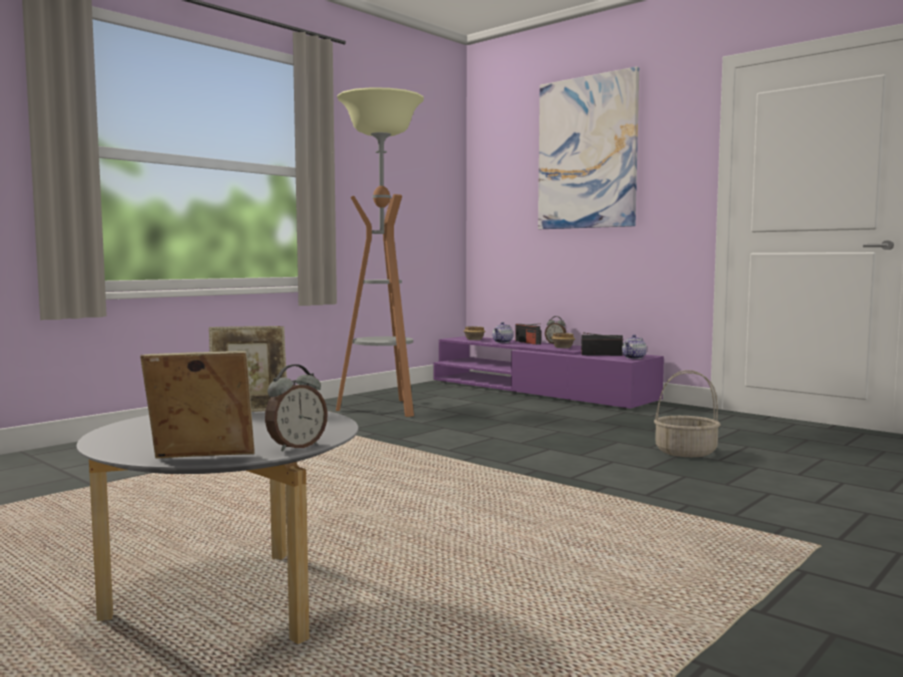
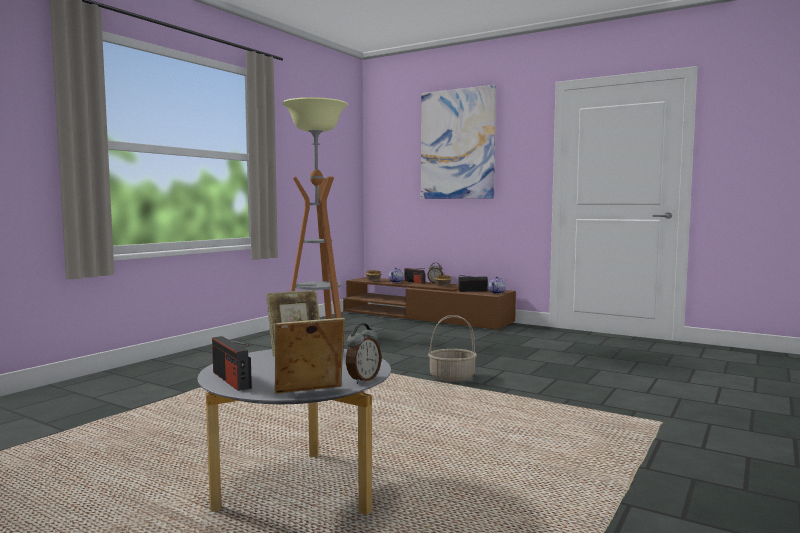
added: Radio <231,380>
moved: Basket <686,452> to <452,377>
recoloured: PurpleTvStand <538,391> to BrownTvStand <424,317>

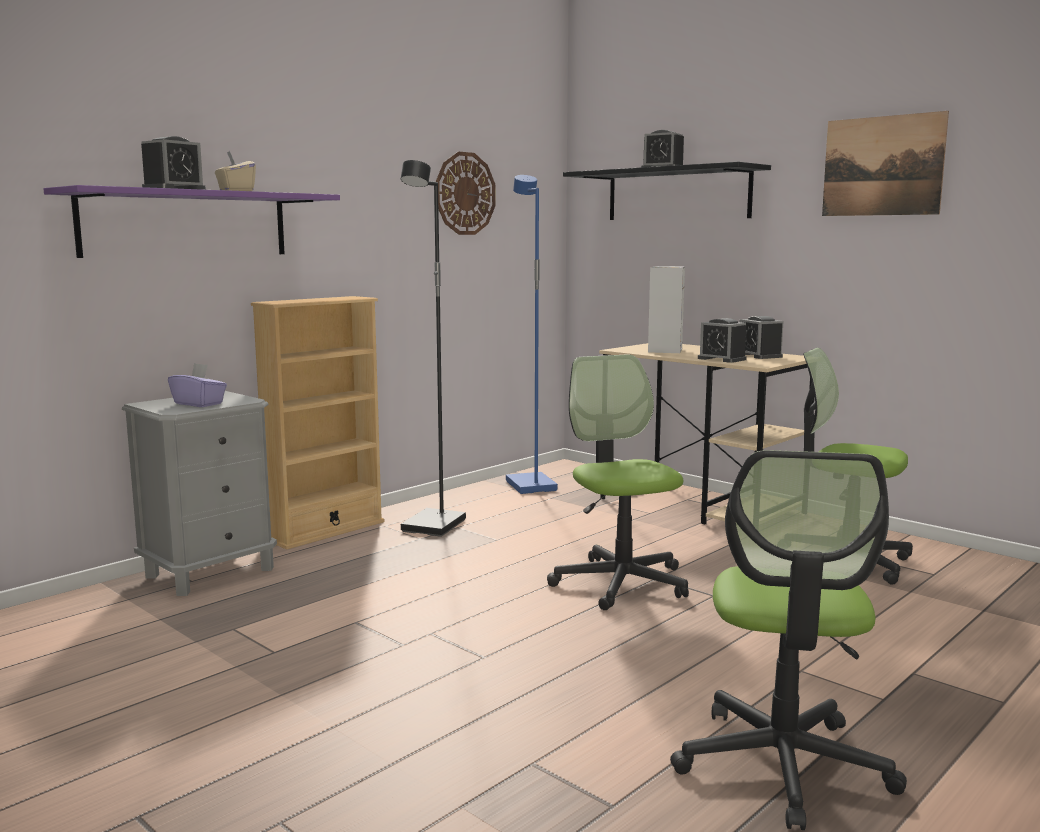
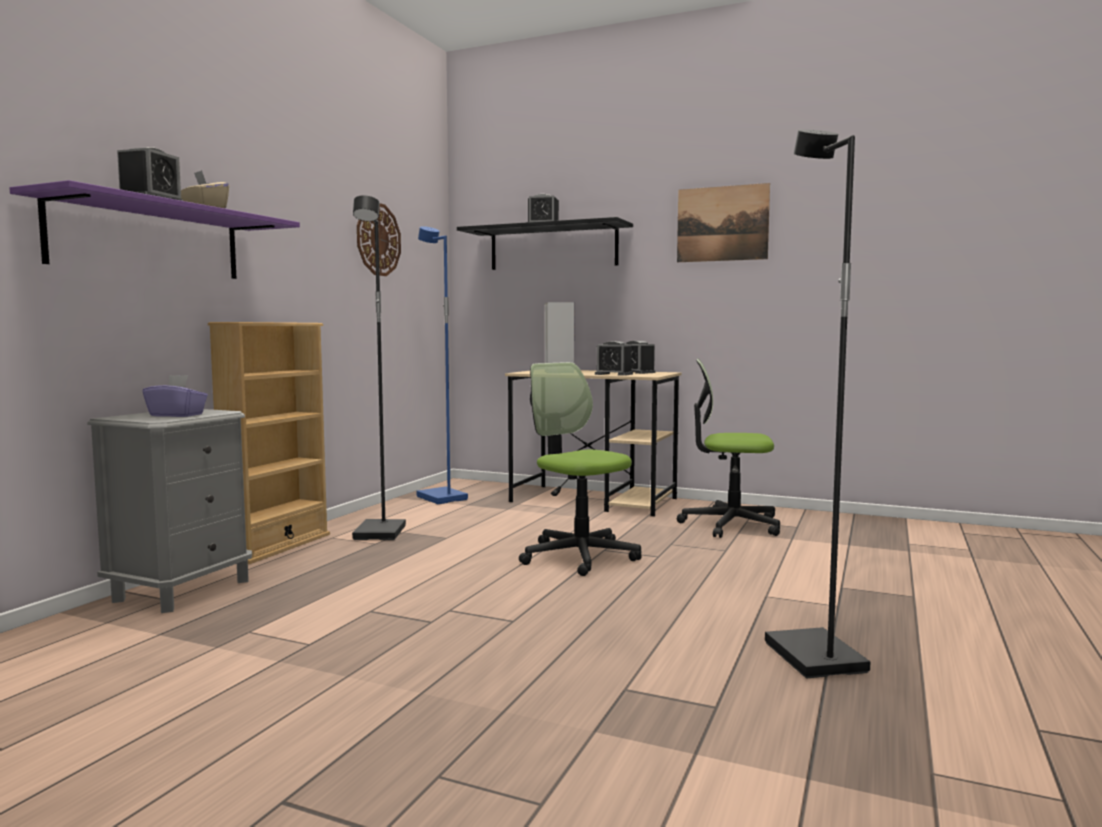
replaced: OfficeChair <783,764> to BlackFloorLamp <811,657>

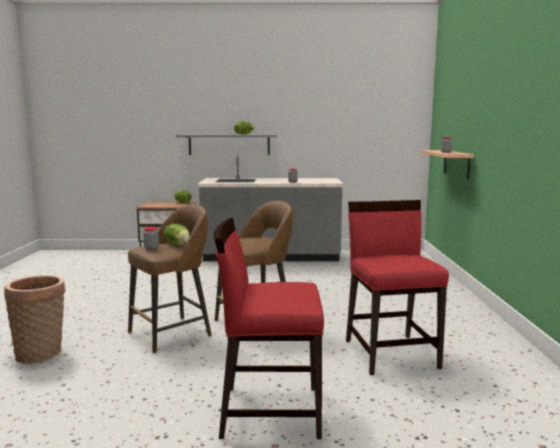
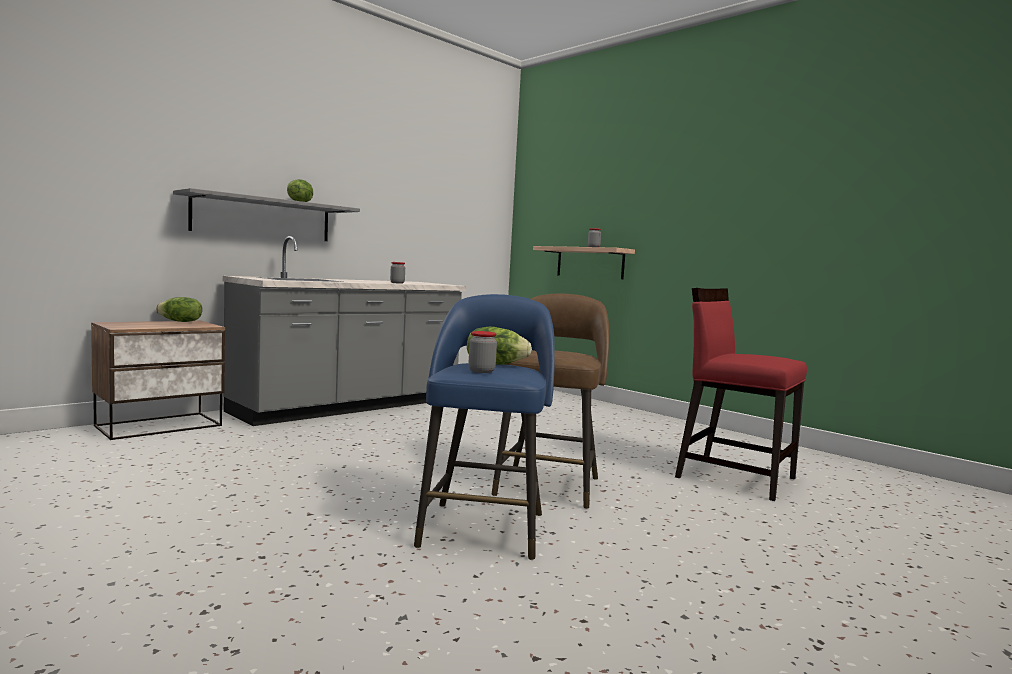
removed: RedChair <269,410>; Basket <42,353>
recoloured: BrownStool <172,333> to BlueStool <483,528>

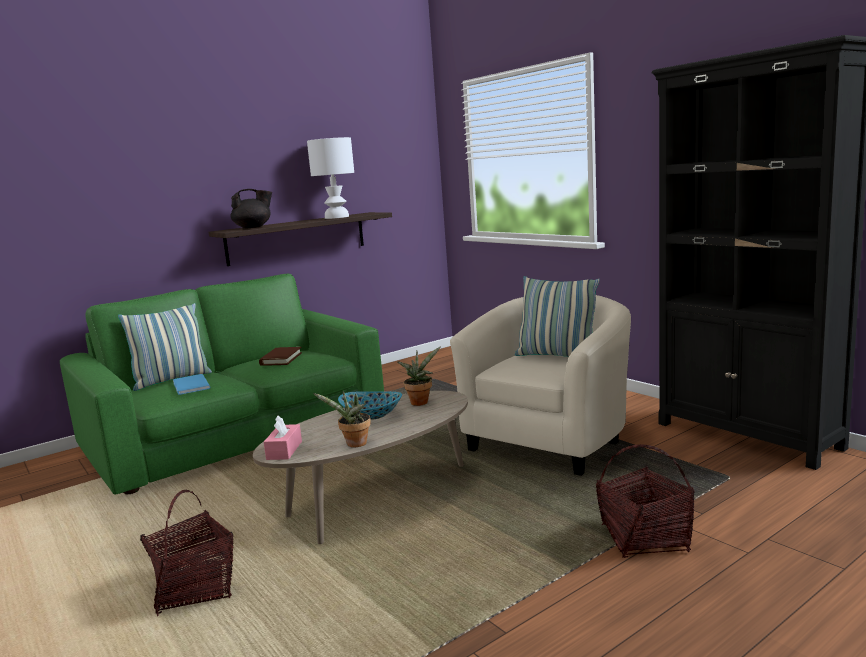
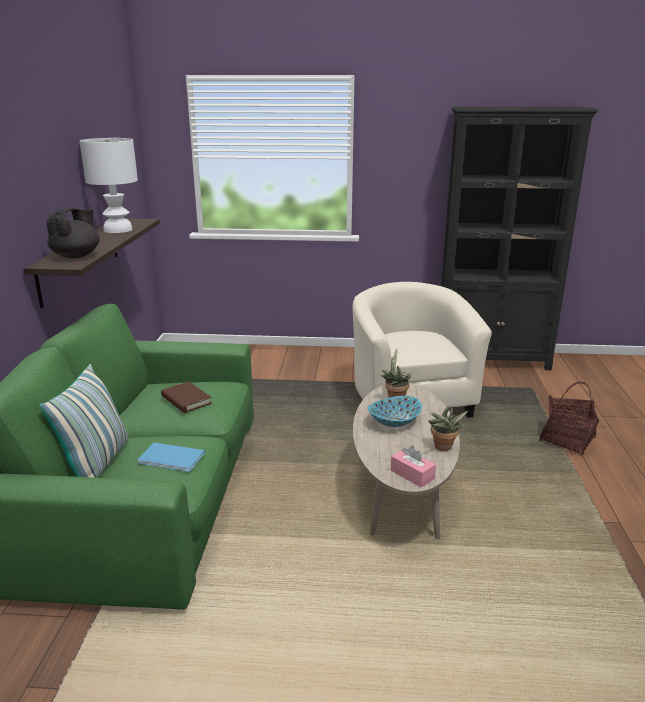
removed: Pillow <556,356>; Basket <195,589>

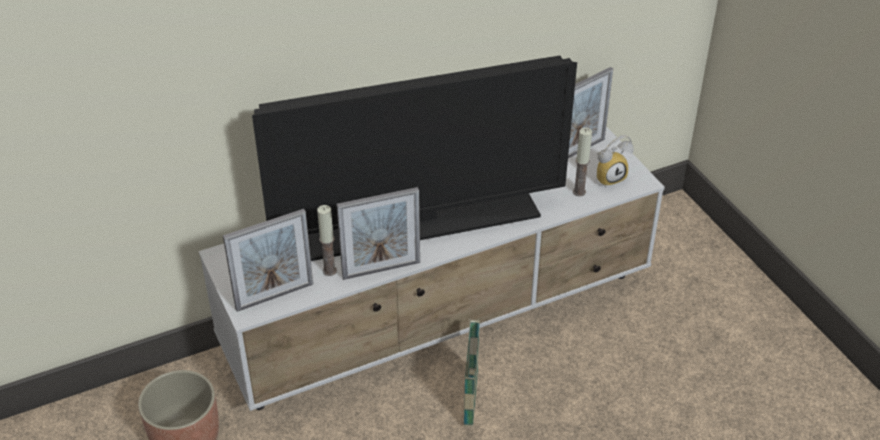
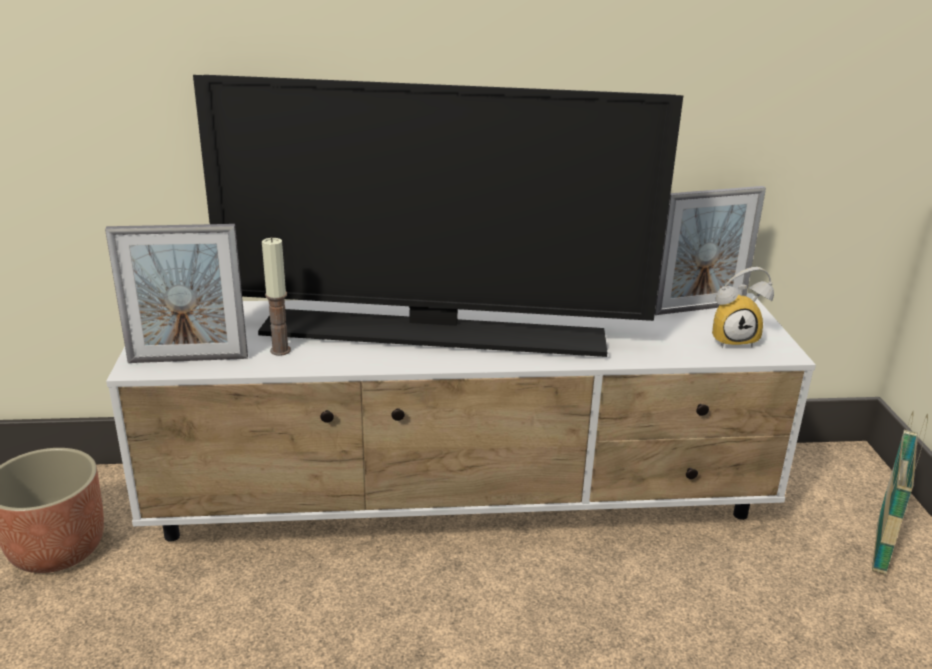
removed: Candle <579,192>; PictureFrame <381,270>
moved: Basket <470,400> to <881,547>

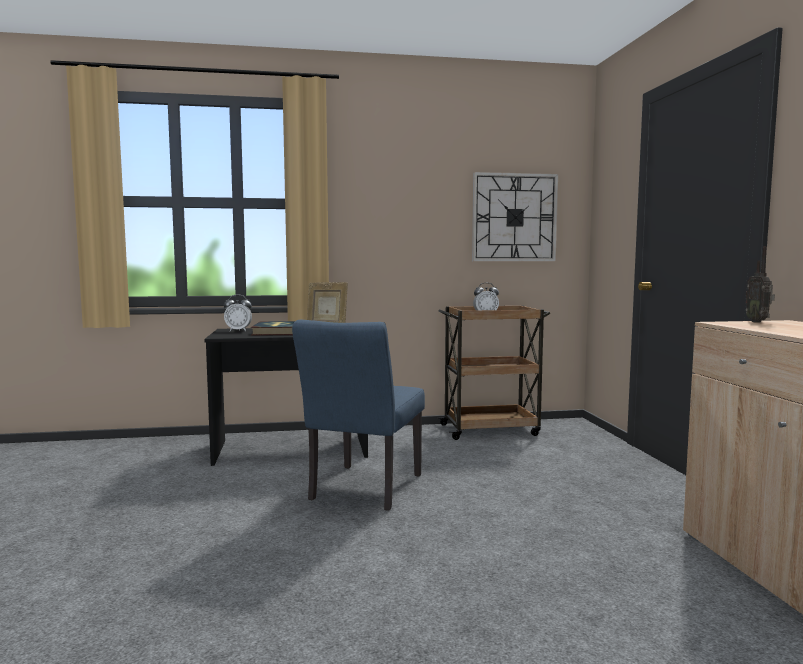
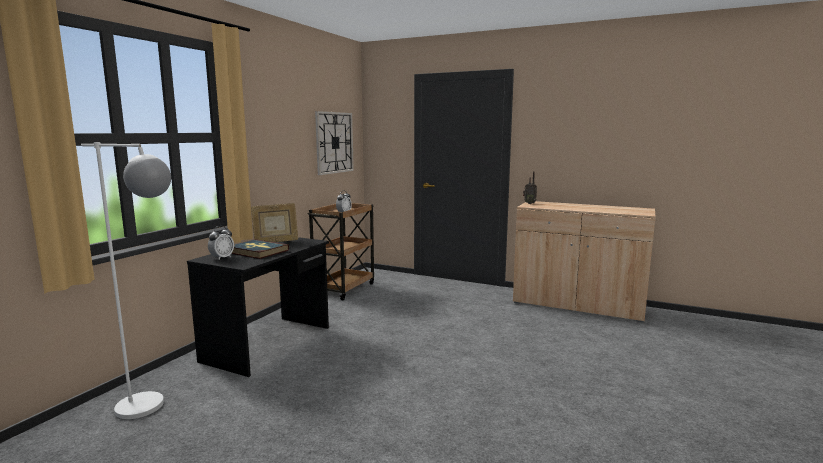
removed: BlueChair <362,490>
added: WhiteFloorLamp <154,408>

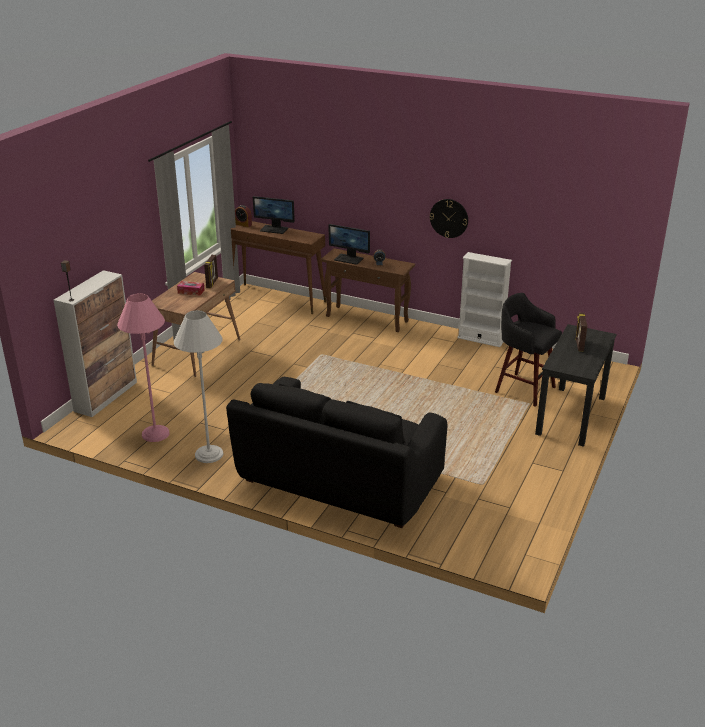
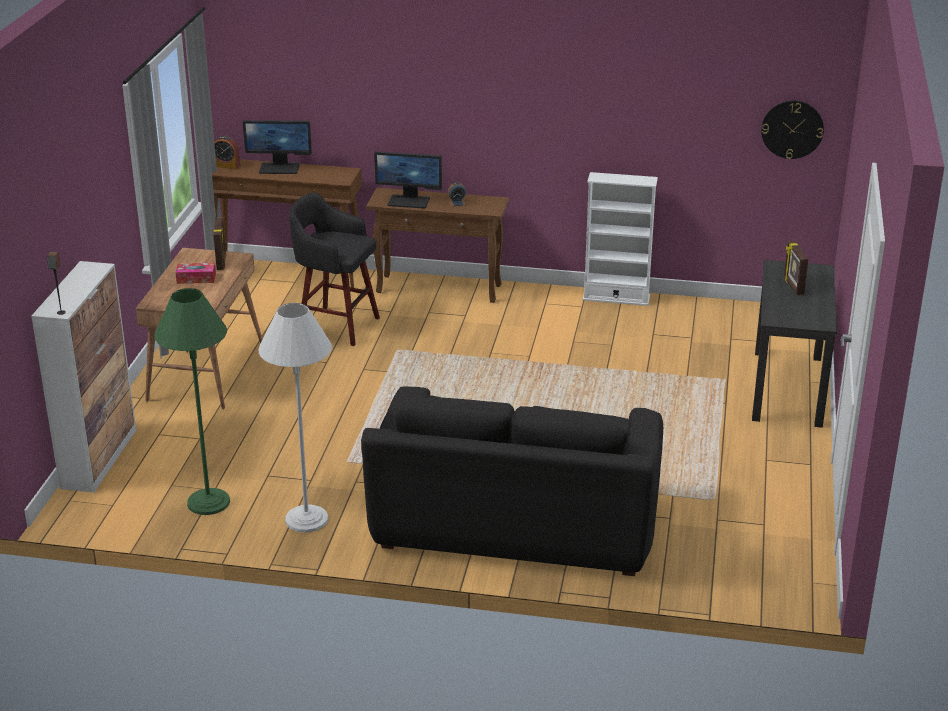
moved: WallClock <449,218> to <792,129>; BlackStool <523,389> to <336,325>
recoloured: PinkFloorLamp <155,434> to GreenFloorLamp <208,502>

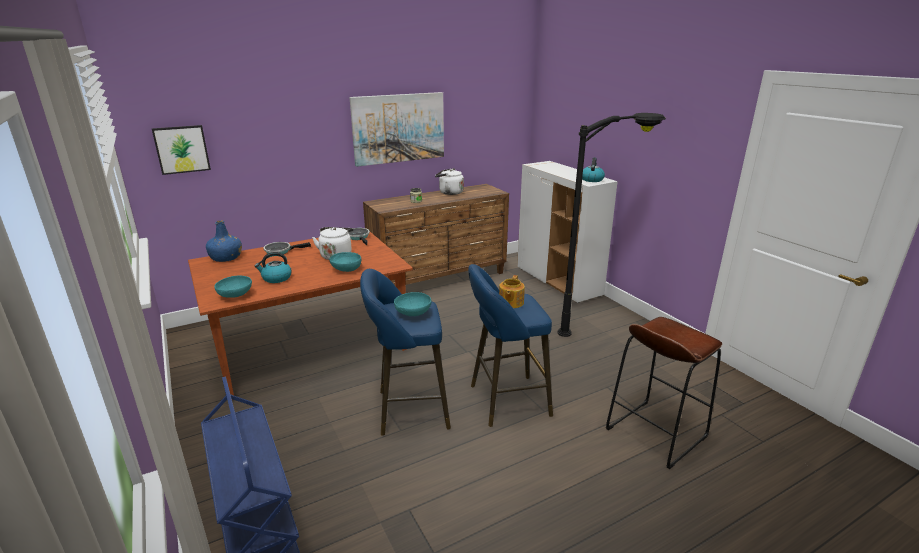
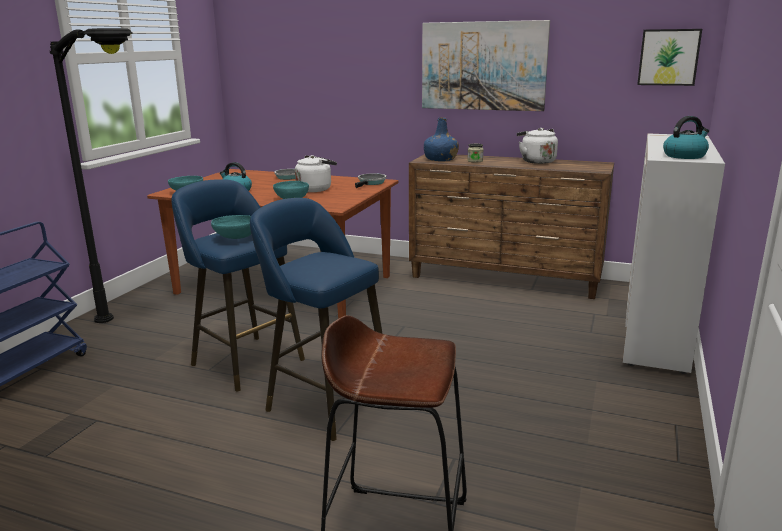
removed: Teapot <510,302>
moved: BlackFloorLamp <603,327> to <139,333>; Picture <181,149> to <668,57>; BlueBottle <226,258> to <440,159>

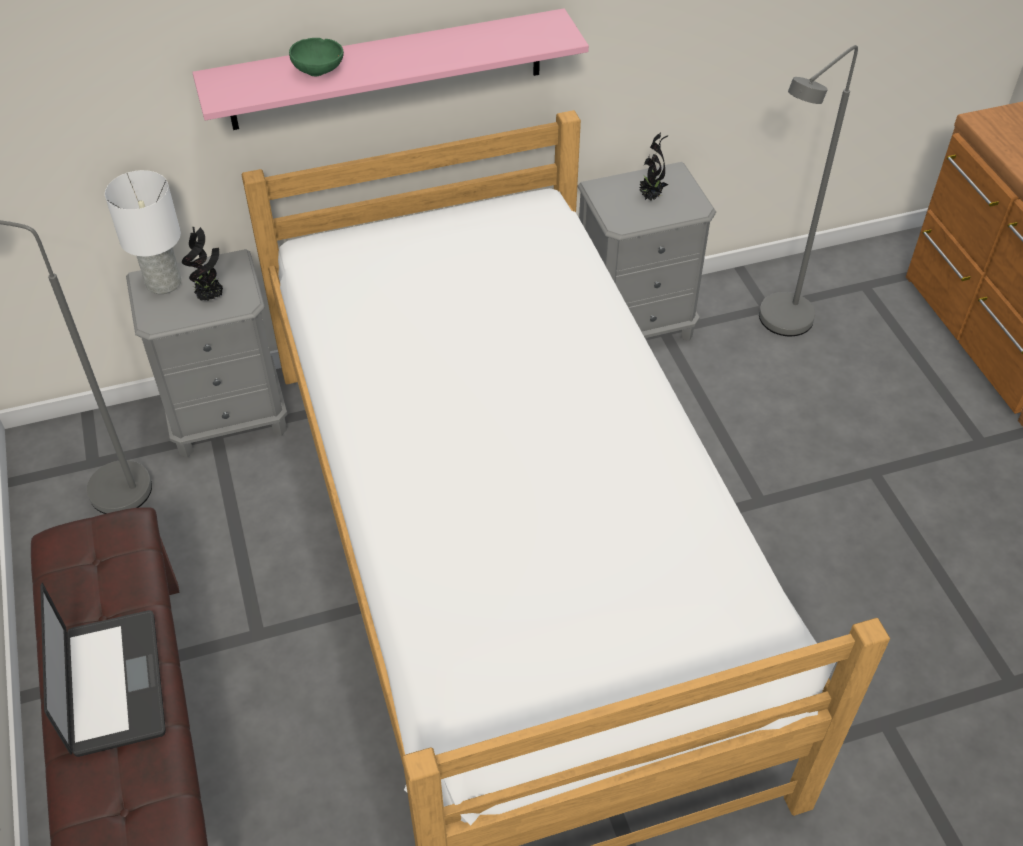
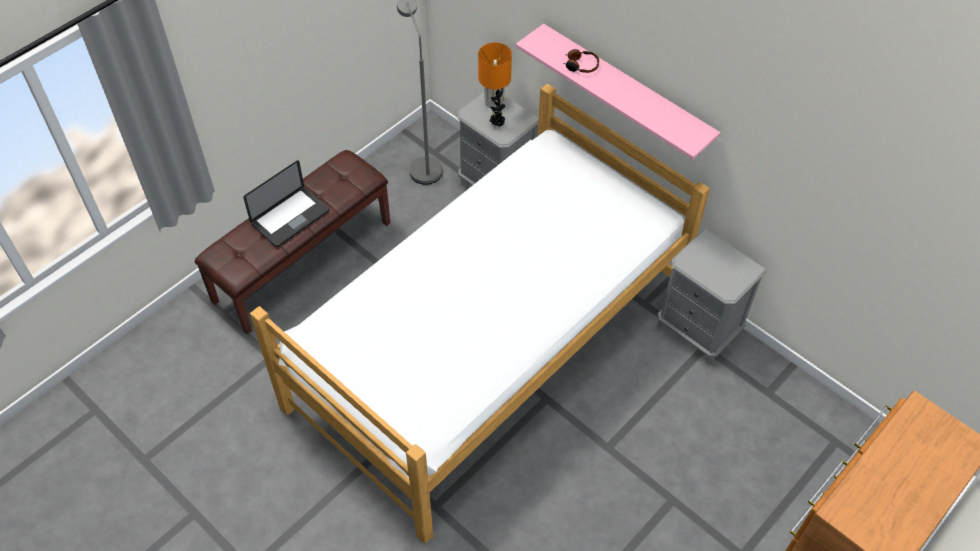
removed: GreyFloorLamp <777,325>; PottedPlant <650,197>
replaced: GreenBowl <319,71> to Headphones <580,65>
recoloured: WhiteTableLamp <164,282> to OrangeTableLamp <494,102>

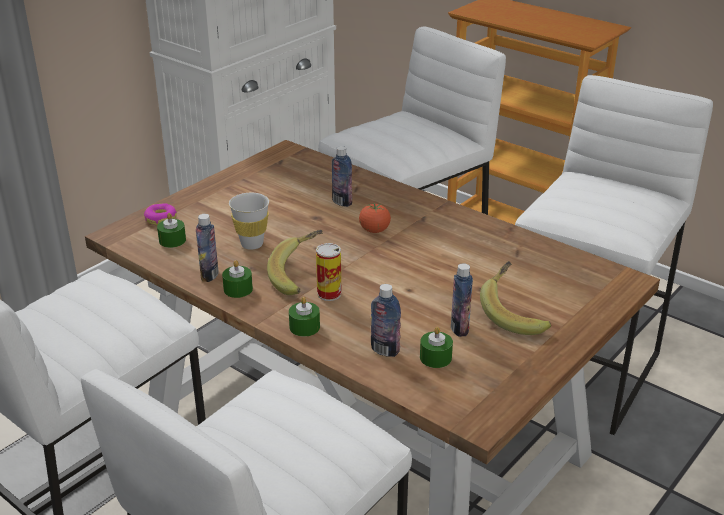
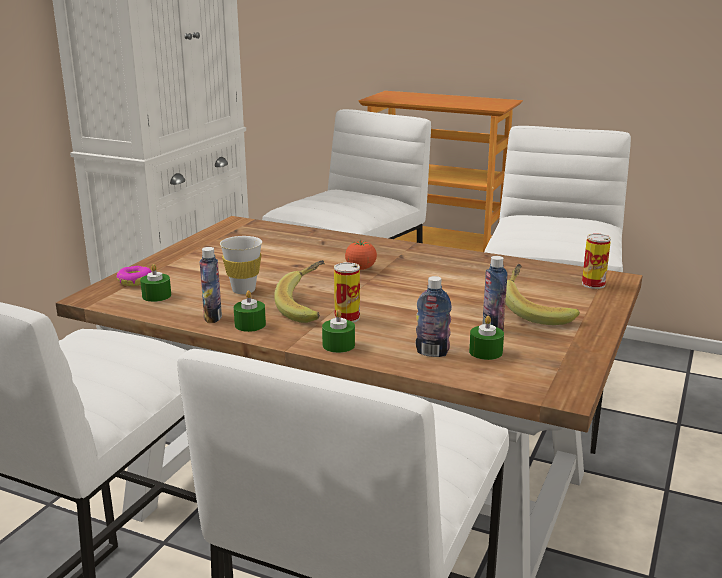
removed: Bottle <342,202>
added: Can <593,284>

